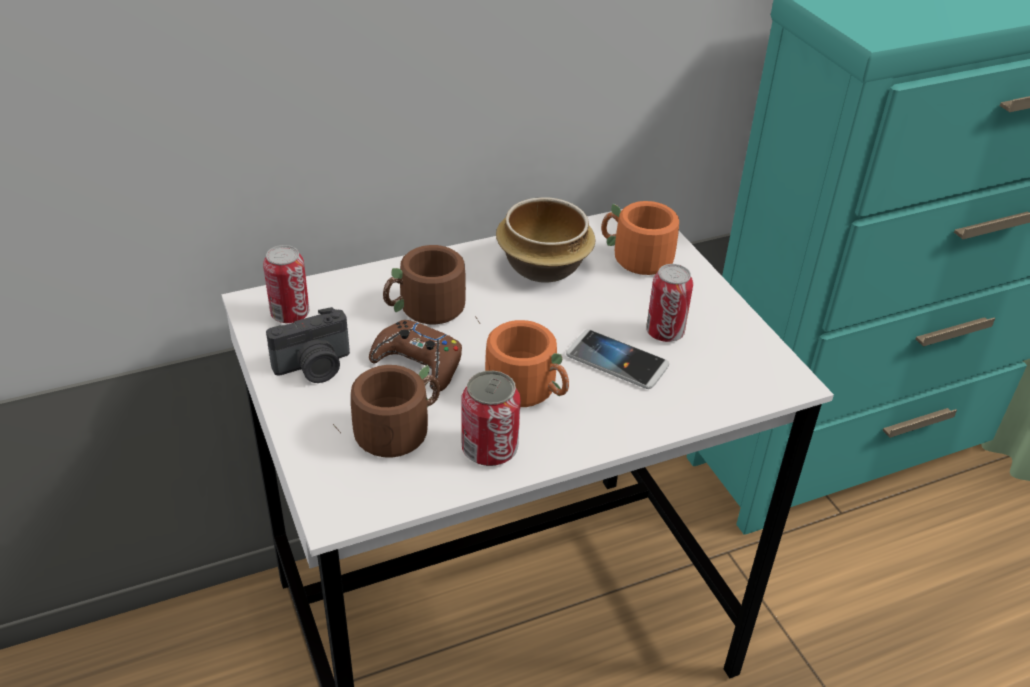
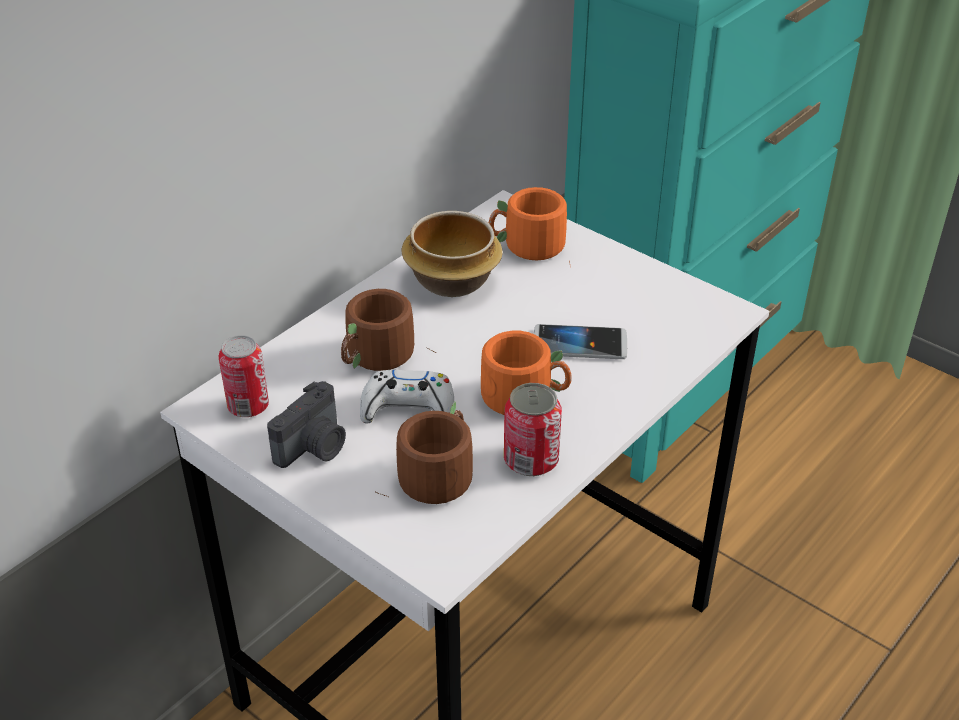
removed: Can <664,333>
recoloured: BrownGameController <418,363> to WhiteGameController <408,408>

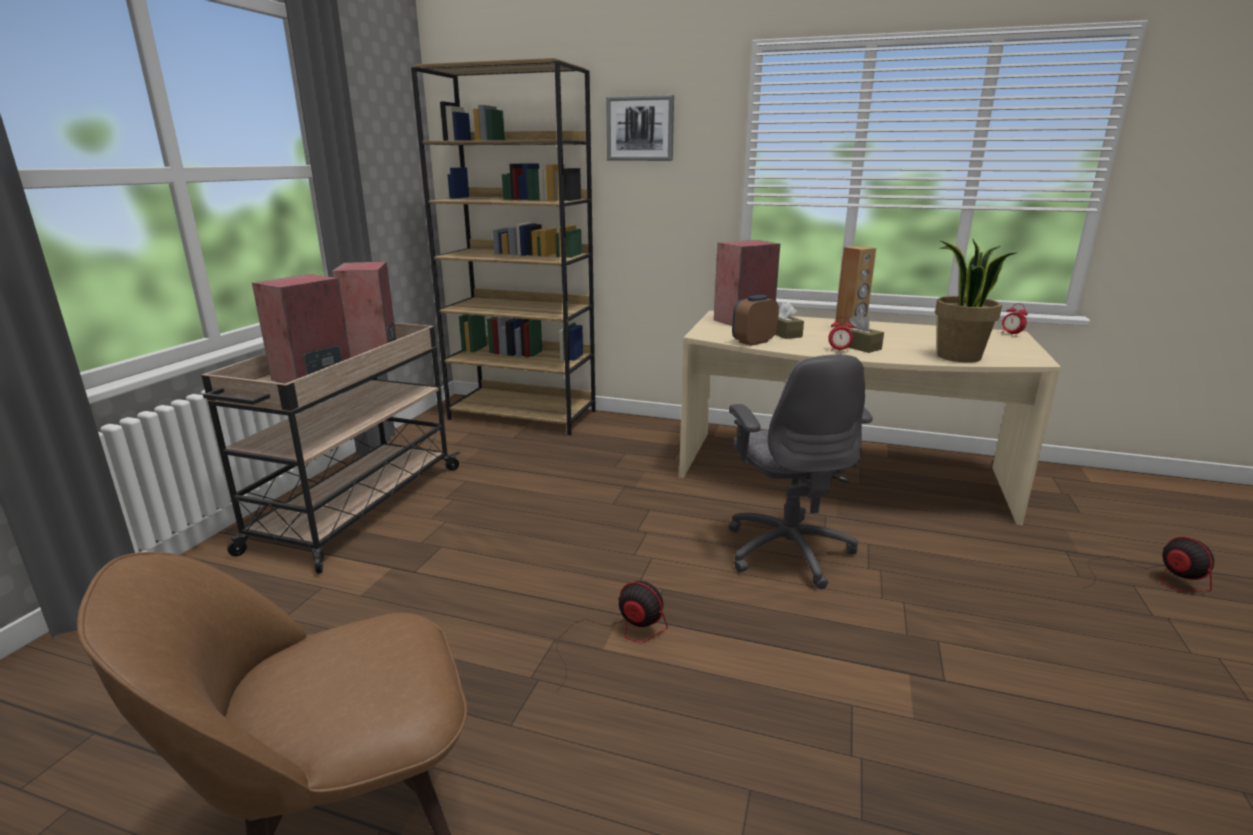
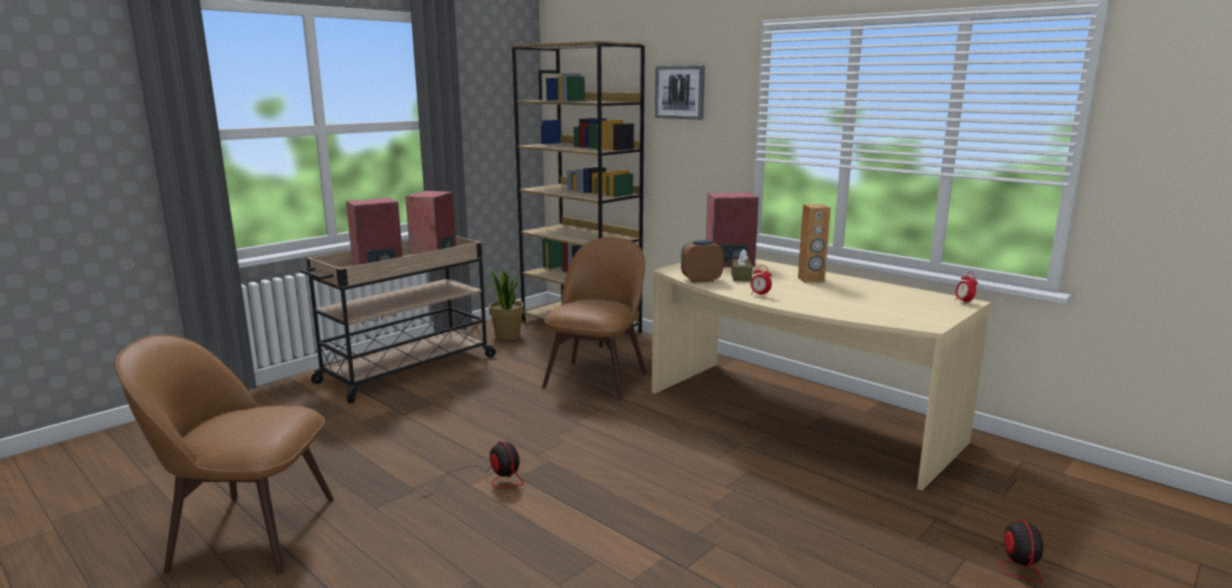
removed: BrownTissueBox <858,347>; GreyOfficeChair <788,550>
added: BrownChair <597,378>
moved: PottedPlant <958,357> to <507,336>

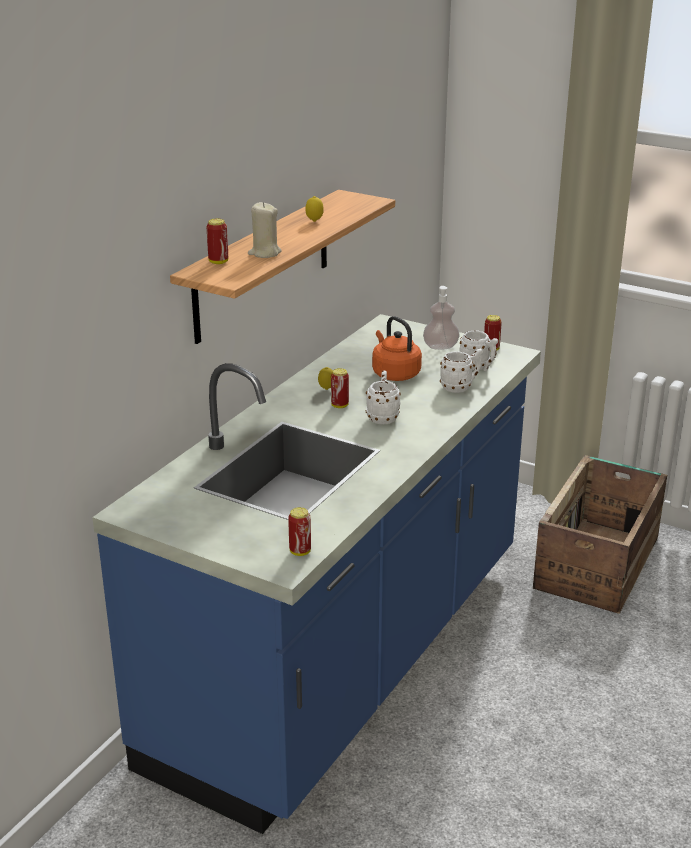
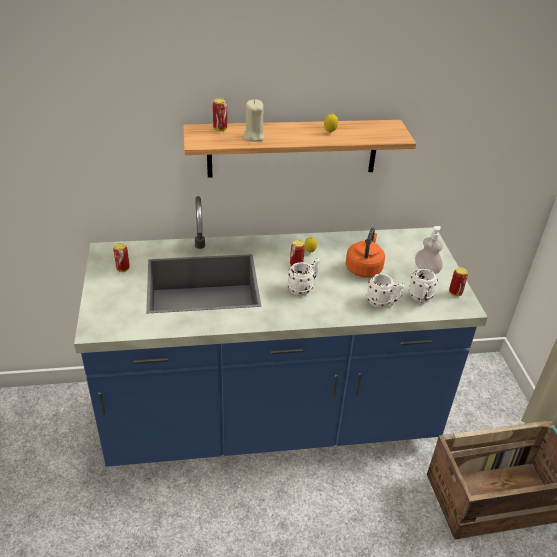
moved: Can <300,551> to <123,269>

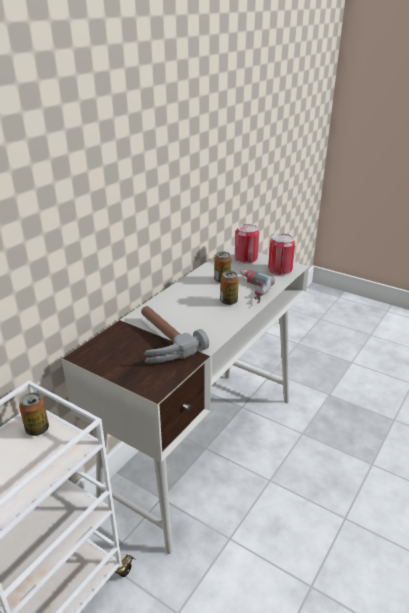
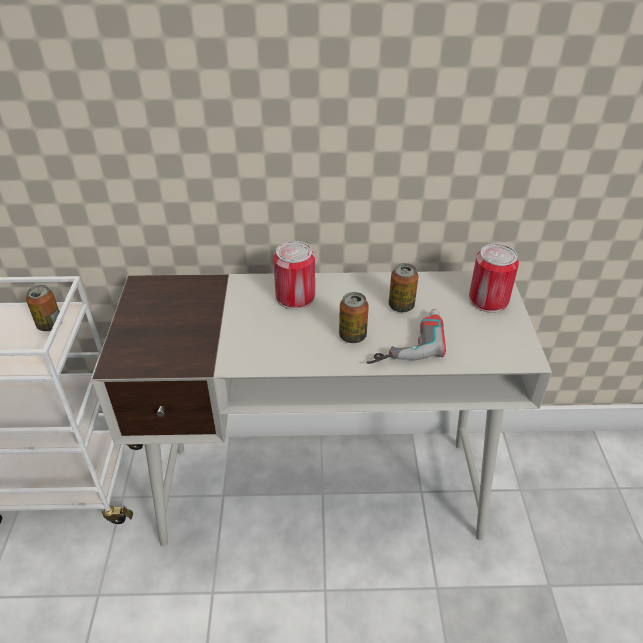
removed: Hammer <158,341>
moved: Can <280,269> to <295,297>

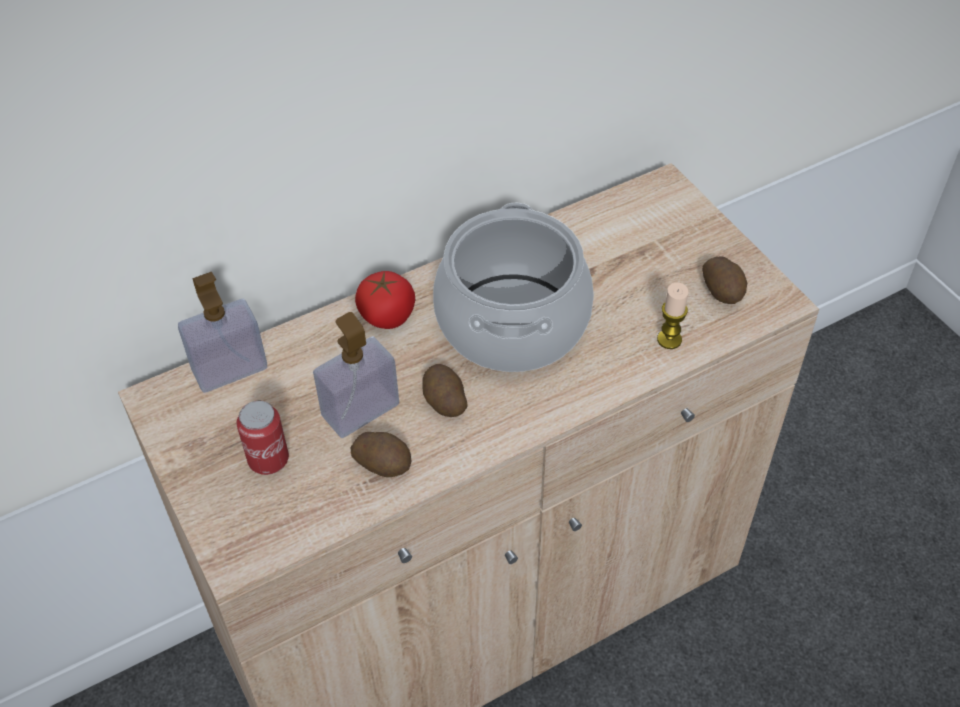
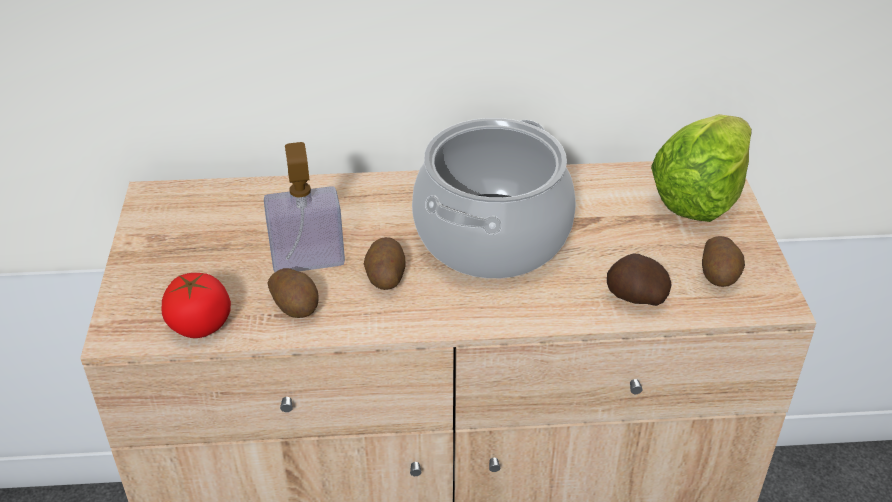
removed: SoapDispenser <230,369>; Can <268,460>
added: Lettuce <700,196>
moved: Tomato <387,316> to <200,324>
replaced: Candle <669,339> to Potato <636,297>

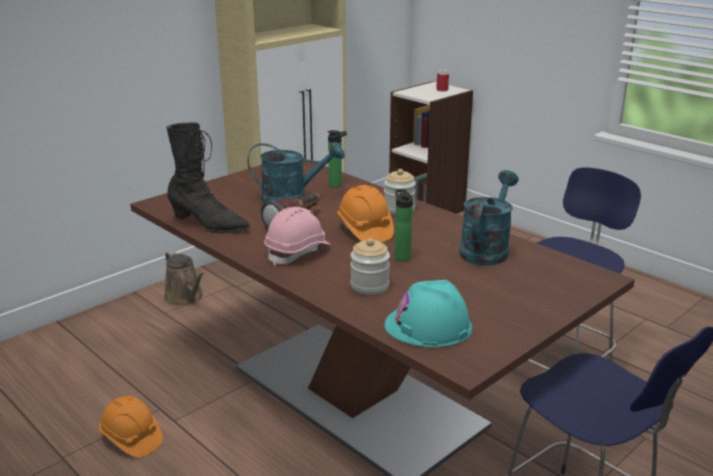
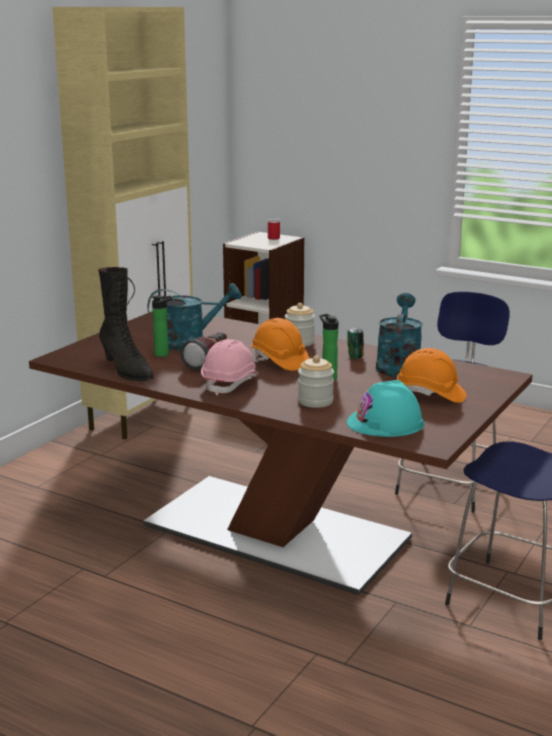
removed: BrownWateringCan <185,298>
added: Can <354,356>
moved: Bottle <337,185> to <164,354>; OrangeHardHat <131,439> to <430,394>
turned: BlackBoot <209,225> = <127,371> 45 degrees clockwise

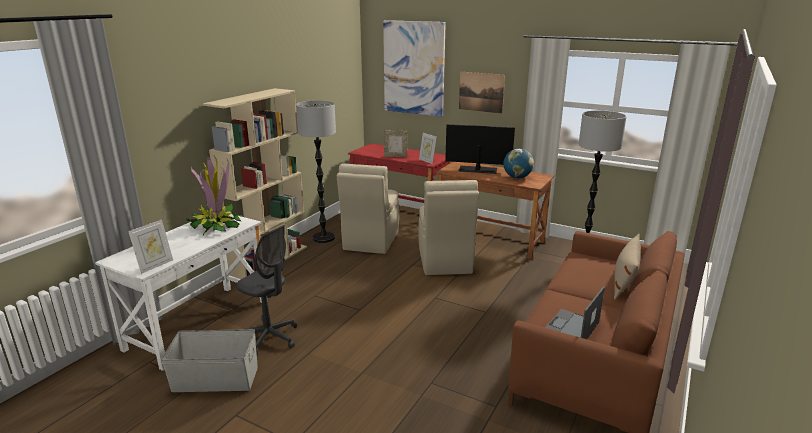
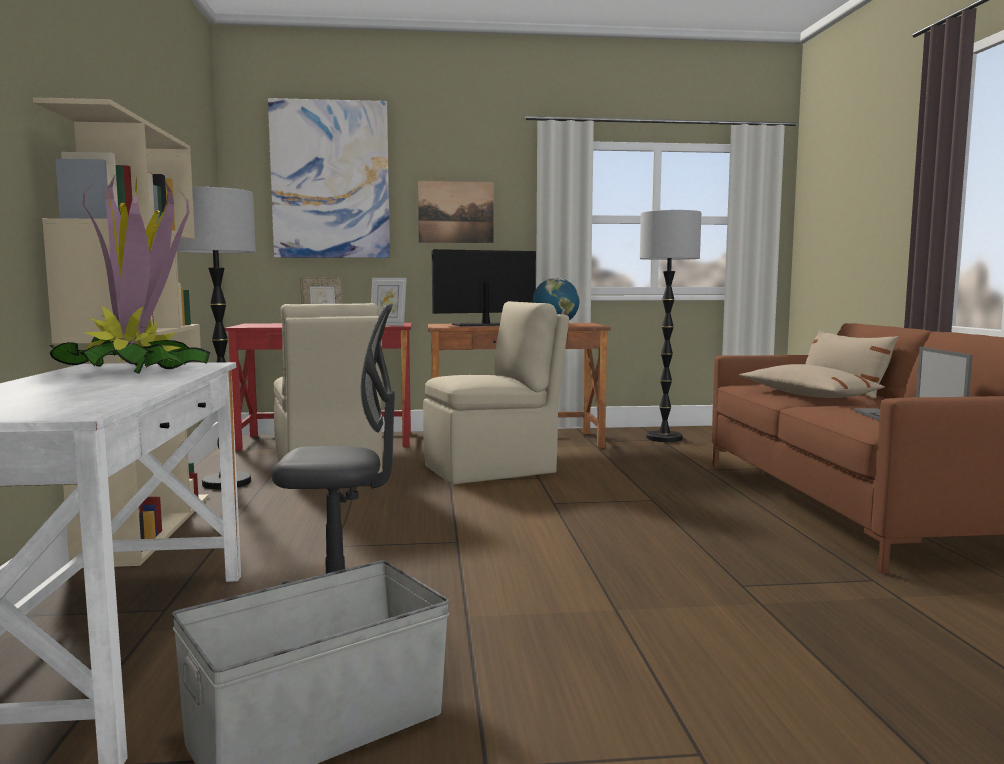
removed: PictureFrame <155,265>
added: BeigePillow <807,395>
turned: BeigeChair <444,261> = <493,469> 75 degrees counterclockwise

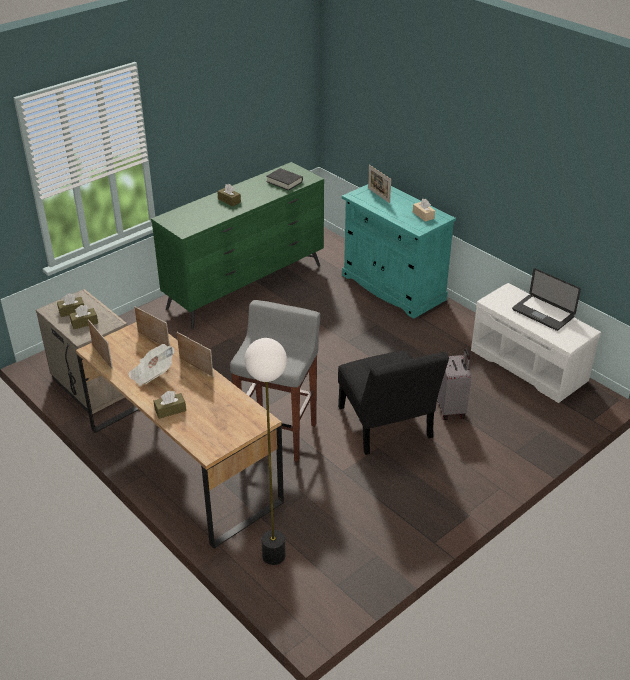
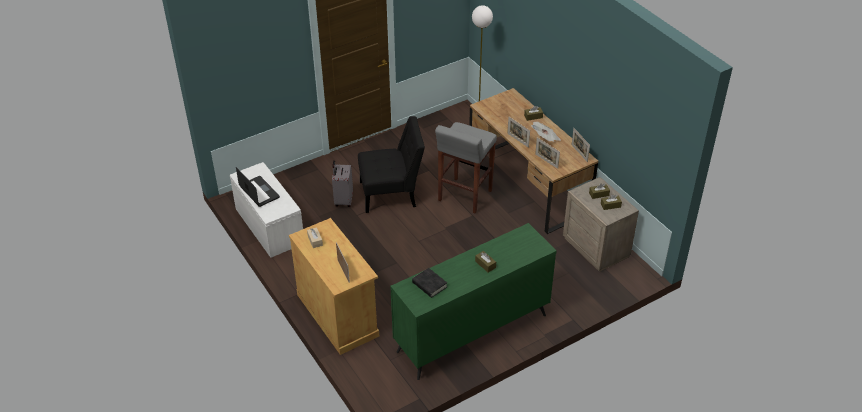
recoloured: TurquoiseCabinet <393,287> to BeigeCabinet <337,315>
turned: BlackChair <386,426> = <391,193> 90 degrees clockwise

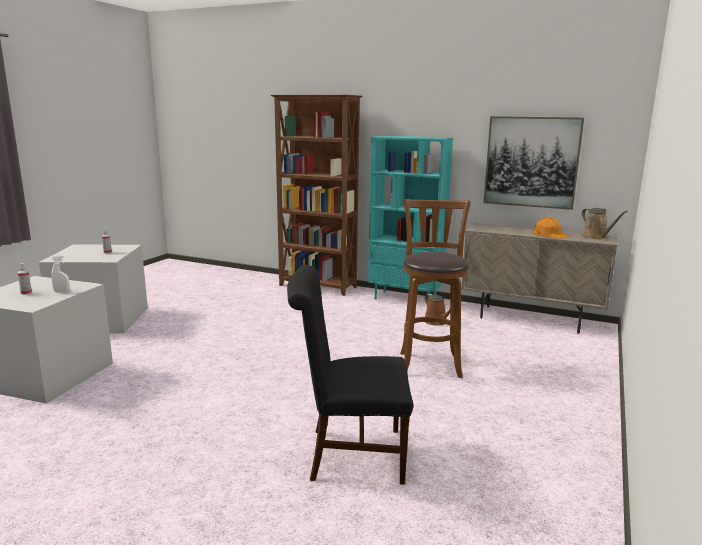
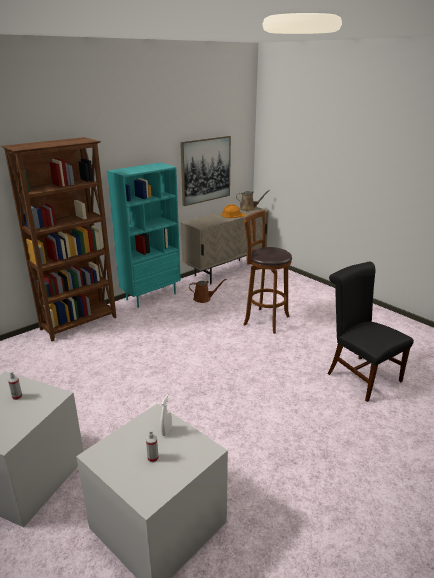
turned: BlackChair <349,454> = <360,375> 120 degrees clockwise

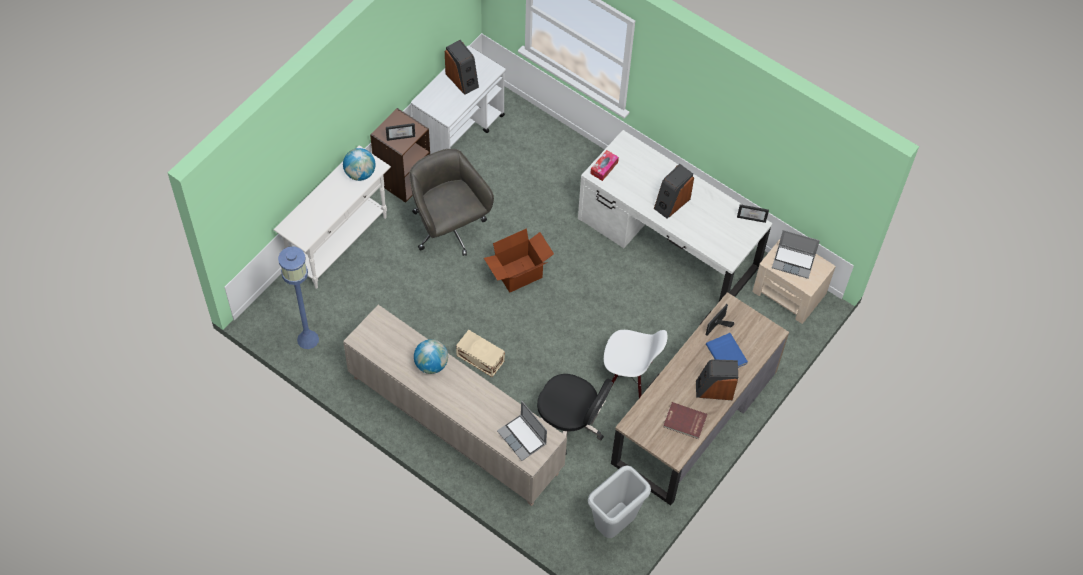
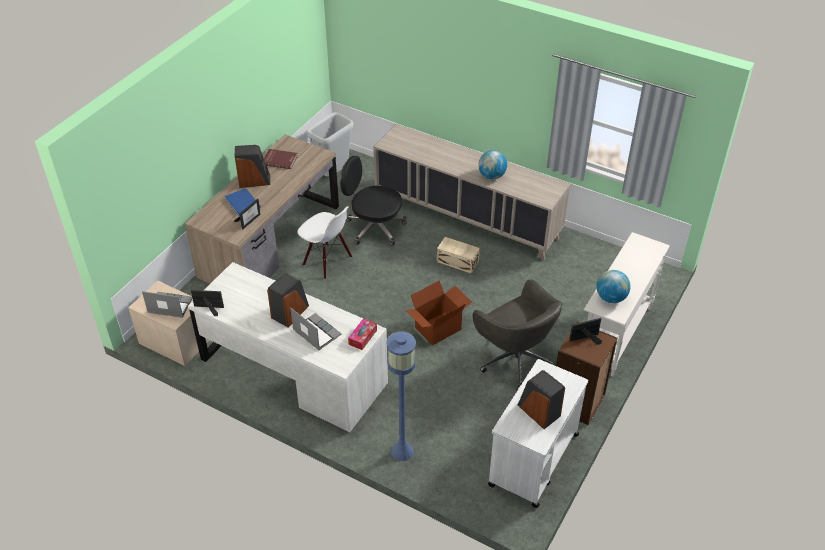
moved: BlueFloorLamp <307,339> to <402,451>; Laptop <522,438> to <316,333>
turned: WhiteChair <629,377> = <327,261> 150 degrees counterclockwise

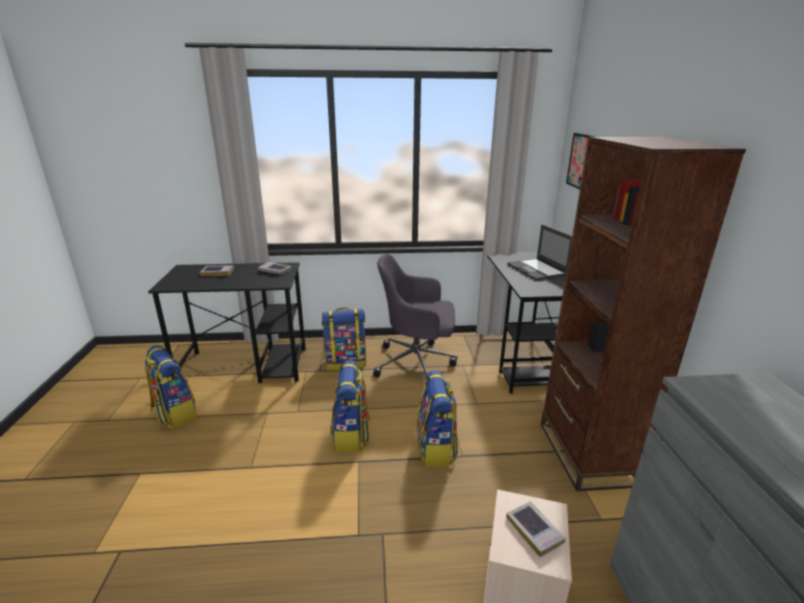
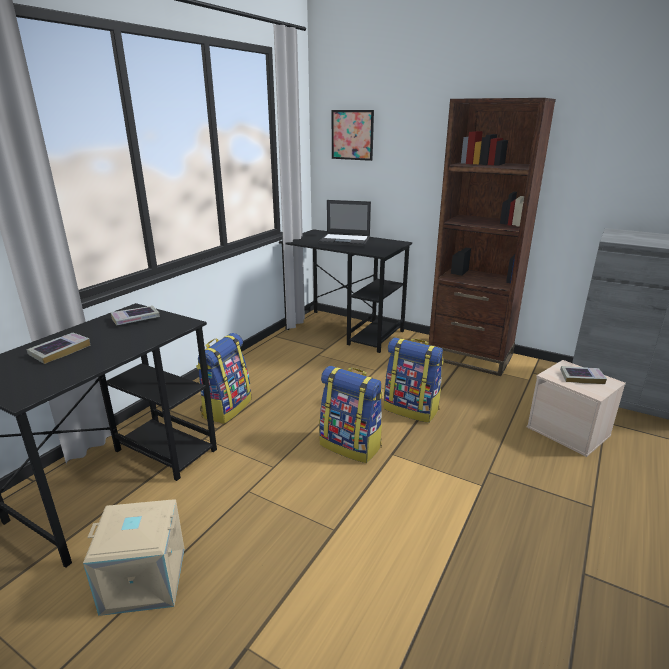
removed: GreyOfficeChair <417,363>
replaced: Backpack <174,414> to BeigeStorageBox <143,581>

